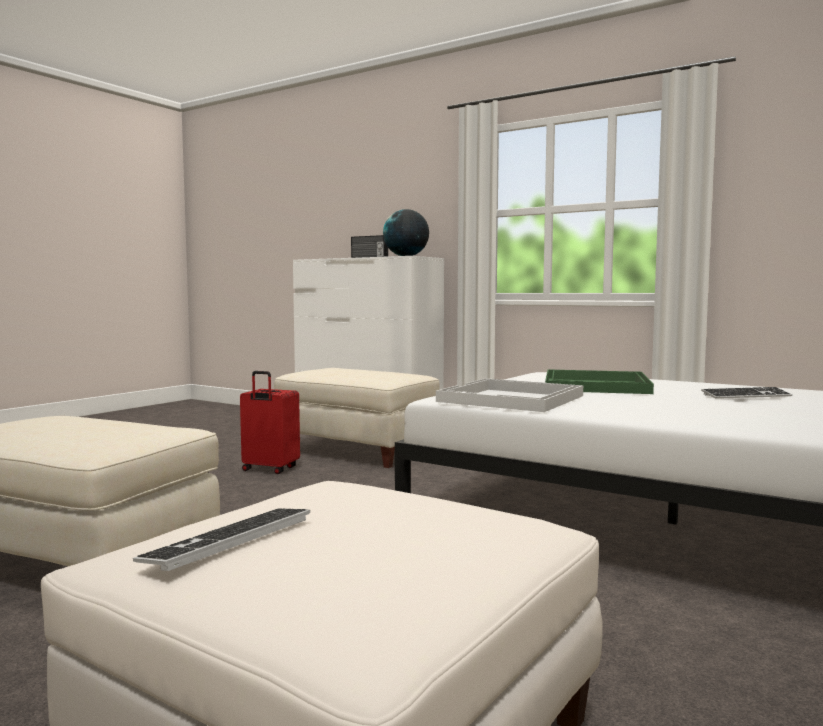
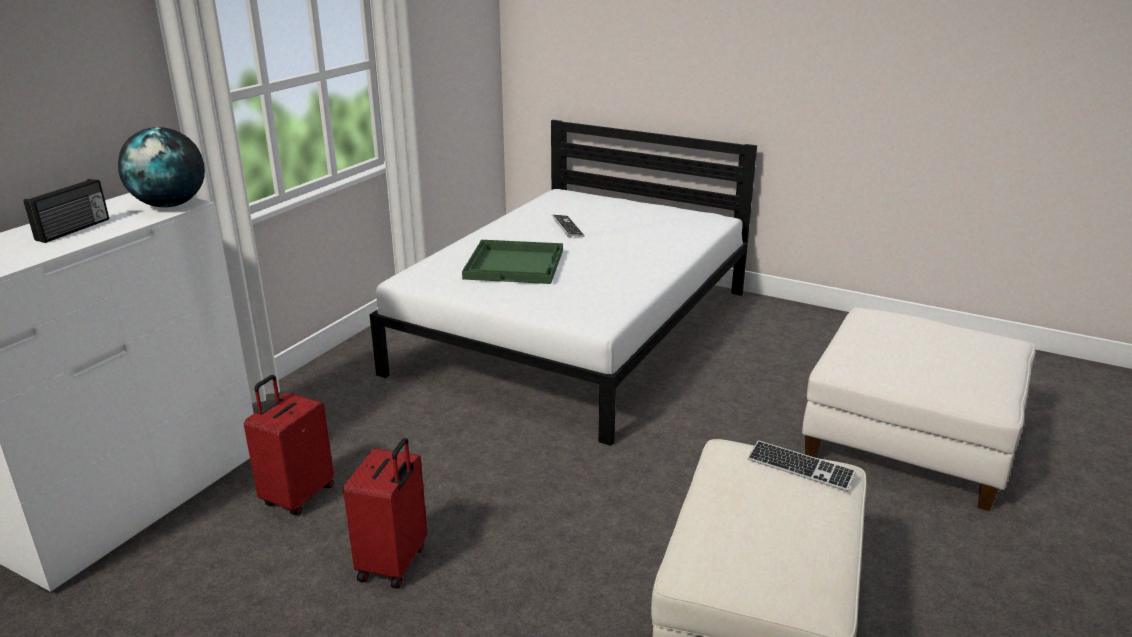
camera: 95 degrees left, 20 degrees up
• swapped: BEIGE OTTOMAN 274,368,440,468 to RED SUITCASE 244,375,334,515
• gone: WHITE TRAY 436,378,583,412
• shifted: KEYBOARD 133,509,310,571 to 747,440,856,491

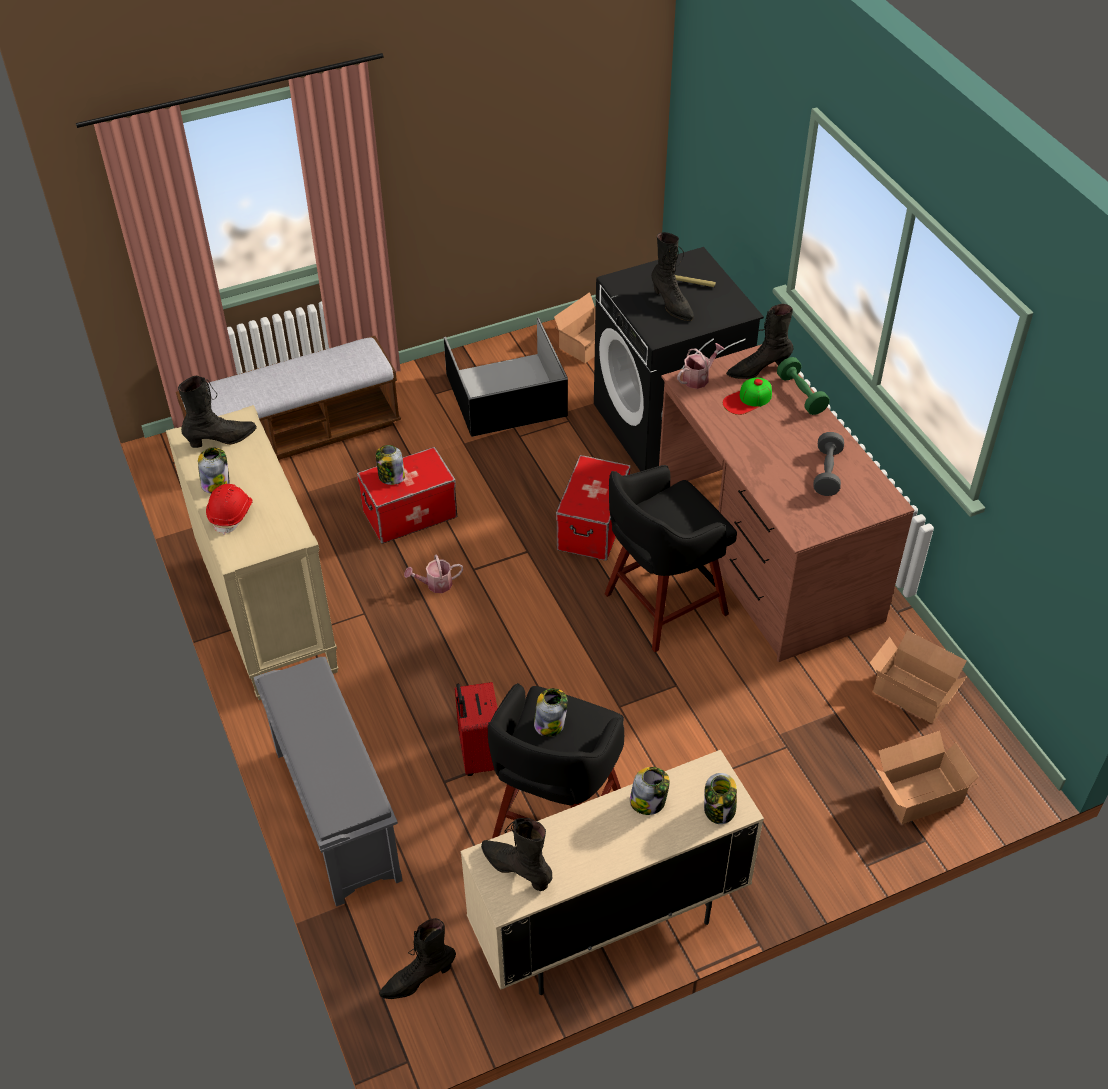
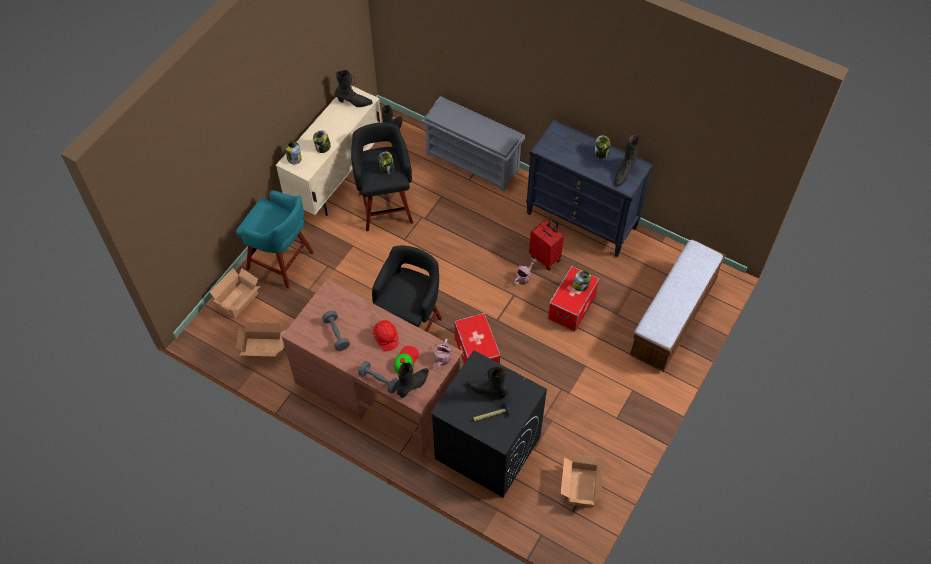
camera: 145 degrees right, 10 degrees up
• gone: BLACK STORAGE BOX 444,318,568,437
• repainted: GREEN DUMBBELL 777,357,830,415 to GREY DUMBBELL 358,361,399,394
• repainted: BEIGE DRESSER 166,405,339,700 to BLACK DRESSER 526,119,654,257
• shifted: RED HARD HAT 206,484,252,535 to 373,320,399,351
• shifted: RED SUITCASE 455,682,498,776 to 529,218,564,270
• new: TURQUOISE STOOL 236,190,314,288

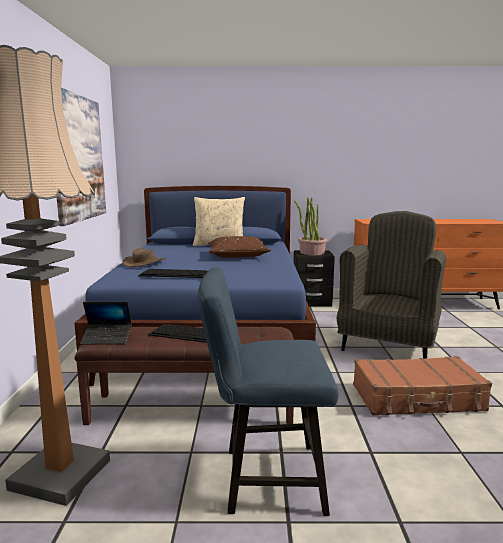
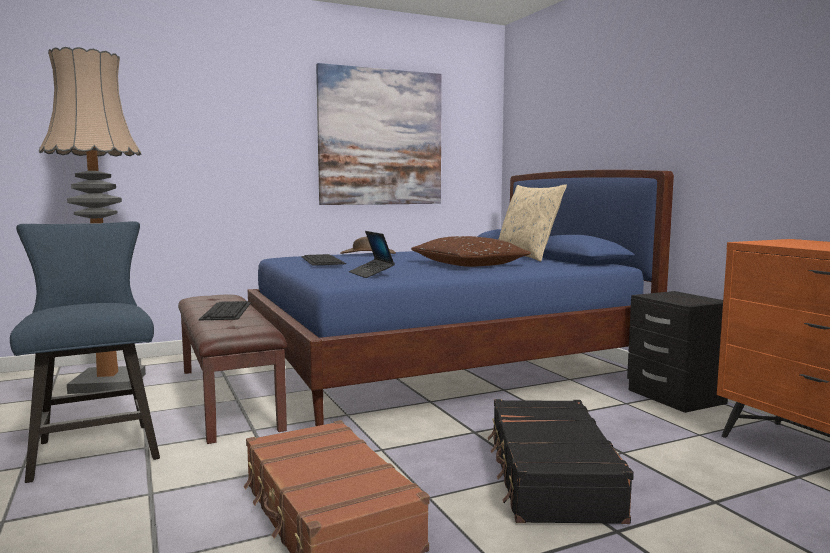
camera: 65 degrees right, 5 degrees down
• gone: POTTED PLANT 294,198,328,255
• swapped: GREY ARMCHAIR 337,211,447,359 to BLACK SUITCASE 488,399,634,524
• shifted: LAPTOP 80,302,132,344 to 349,231,395,278

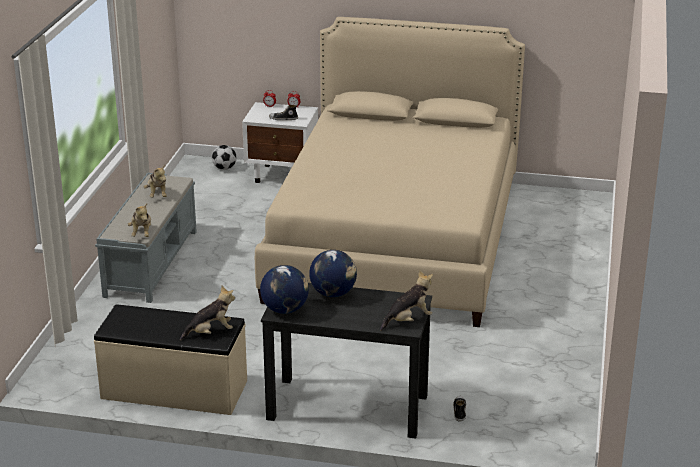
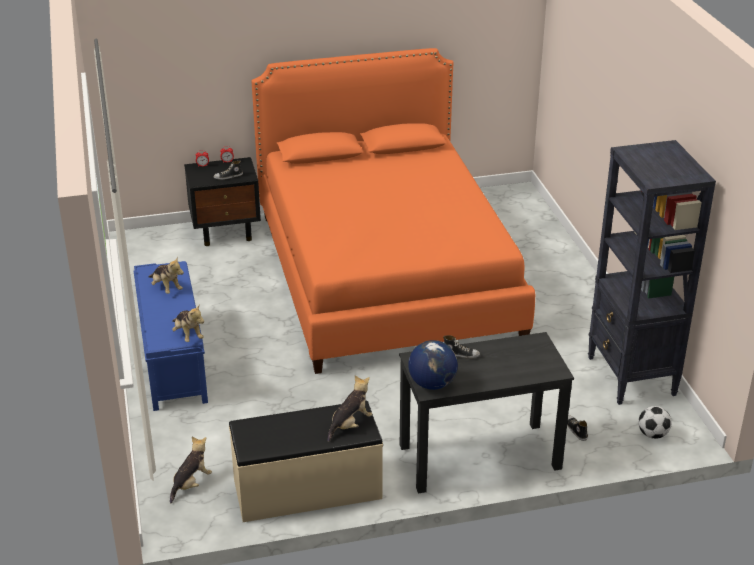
camera: 25 degrees left, 5 degrees up
• repainted: BEIGE BED 255,17,525,327 to ORANGE BED 252,48,535,374
• repainted: WHITE NIGHTSTAND 242,102,318,183 to BLACK NIGHTSTAND 184,157,261,246
• shifted: FOOTBALL 212,145,237,170 to 638,406,672,439
• repainted: GREY BENCH 95,173,197,303 to BLUE BENCH 134,261,208,411
• swapped: GLOBE 309,250,357,297 to SHOE 443,335,480,358
• shifted: PLUSH TOY 380,270,433,331 to 170,437,212,503
• new: BLACK BOOKCASE 588,140,716,405

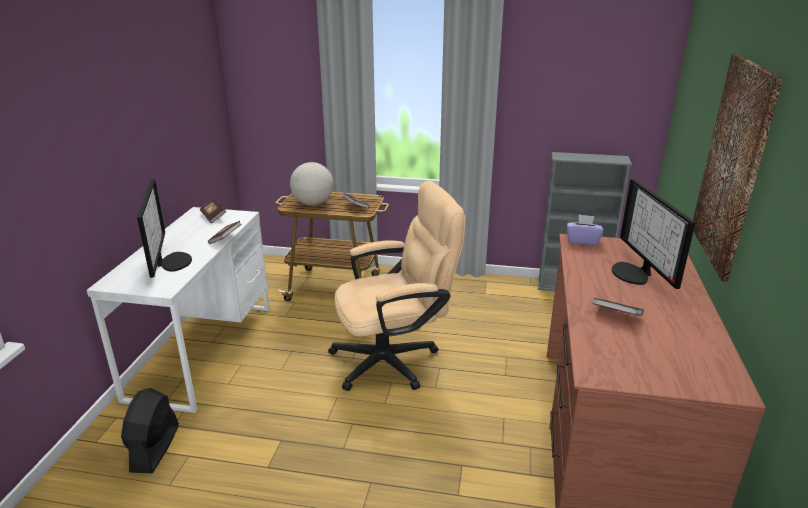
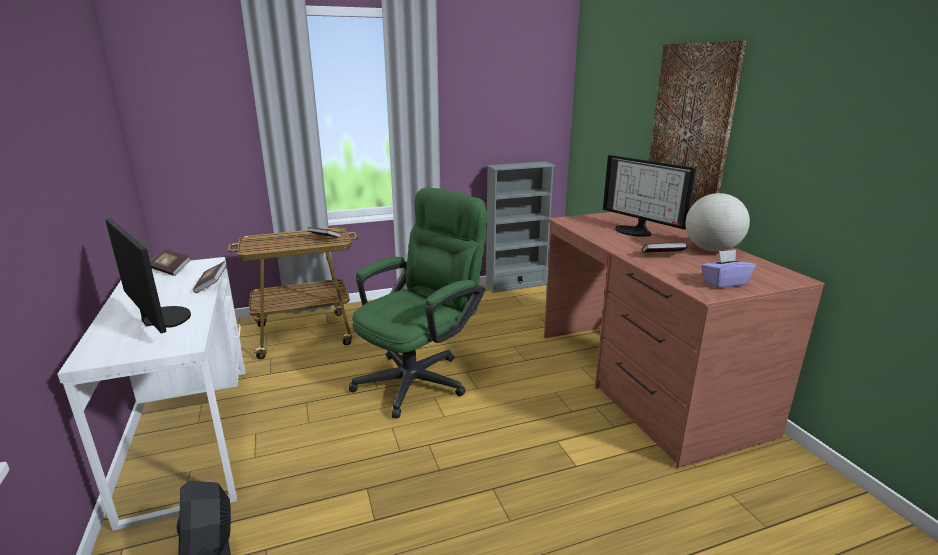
camera: 30 degrees left, 5 degrees down
• shifted: GLOBE 290,162,333,205 to 686,193,750,252
• repainted: BEIGE OFFICE CHAIR 328,181,465,391 to GREEN OFFICE CHAIR 349,188,487,418
• shifted: PURPLE TISSUE BOX 567,214,603,246 to 701,250,756,288

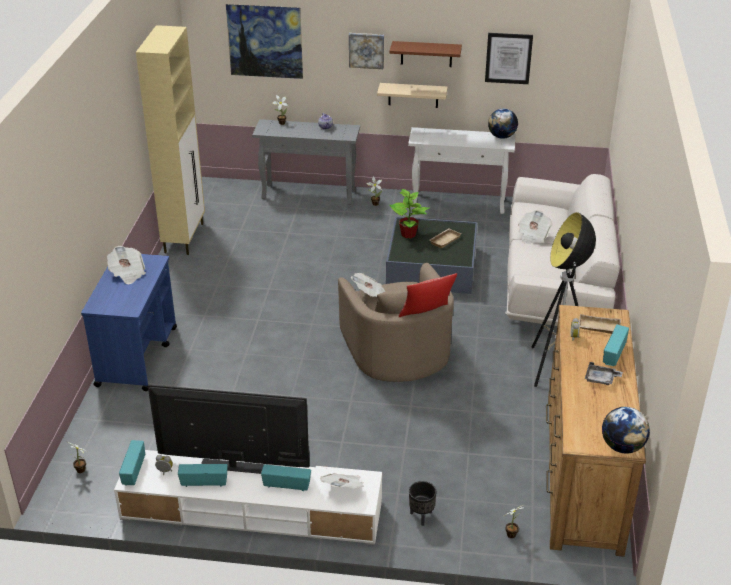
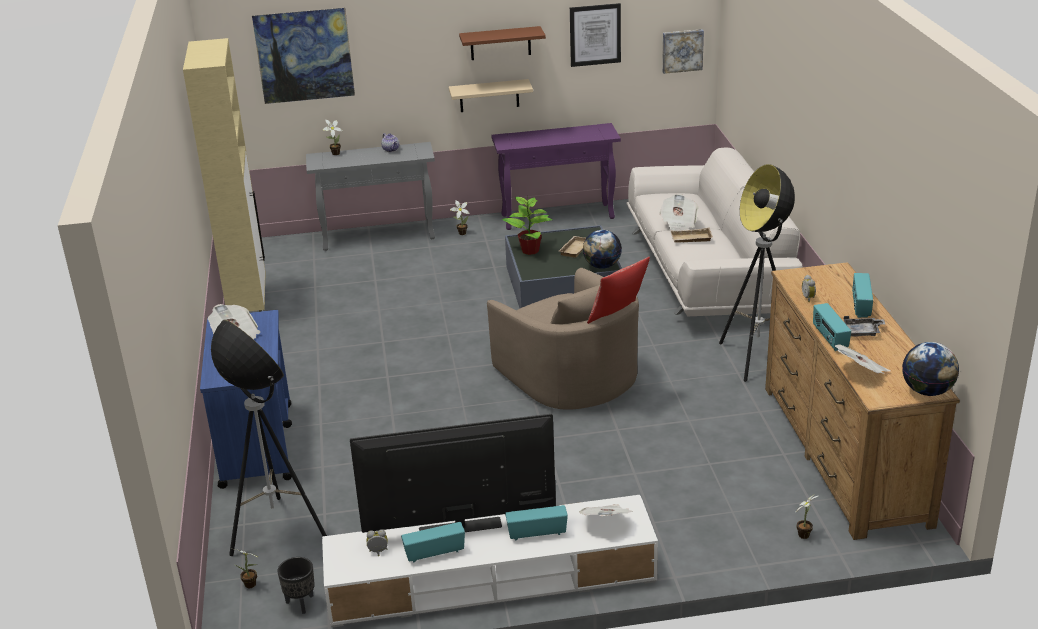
camera: 15 degrees left, 5 degrees down
• shifted: PICTURE 349,33,384,69 to 662,29,704,74
• shifted: GLOBE 488,108,518,139 to 583,230,622,269
• repainted: WHITE CONSOLE TABLE 408,127,515,214 to PURPLE CONSOLE TABLE 491,123,621,230
• shifted: NEWSPAPER 351,273,385,297 to 835,345,890,374
• shifted: BEIGE TRAY 579,314,621,334 to 671,228,712,242
• shifted: RADIO 119,440,145,485 to 813,303,851,351
• shifted: BLACK PLANTER 409,481,437,526 to 277,557,315,614
• new: FLOOR LAMP 211,320,327,556

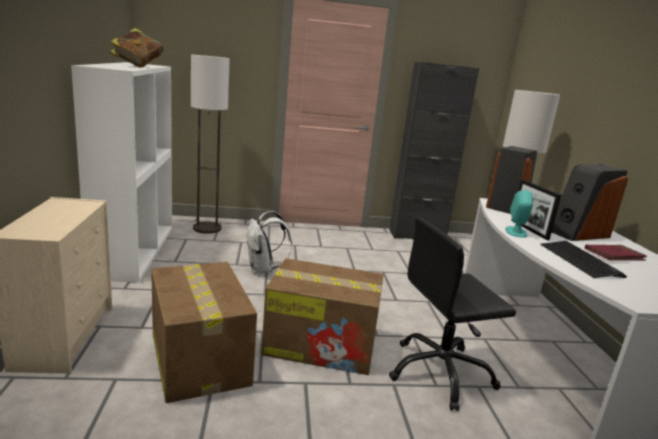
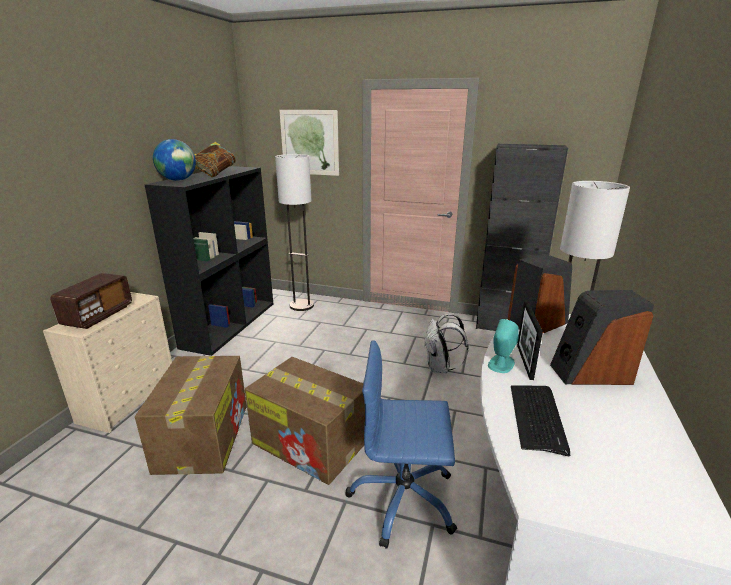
camera: 25 degrees right, 5 degrees up
• repainted: WHITE BOOKCASE 71,62,172,282 to BLACK BOOKCASE 145,166,273,356
• shifted: WHITE BACKPACK 246,211,292,273 to 425,313,468,373
• repainted: BLACK OFFICE CHAIR 389,217,516,411 to BLUE OFFICE CHAIR 345,340,457,549
• gone: RED BOOK 585,245,647,260
• new: PICTURE 279,110,339,176
• new: GLOBE 153,139,196,181
• new: RADIO 50,273,132,329

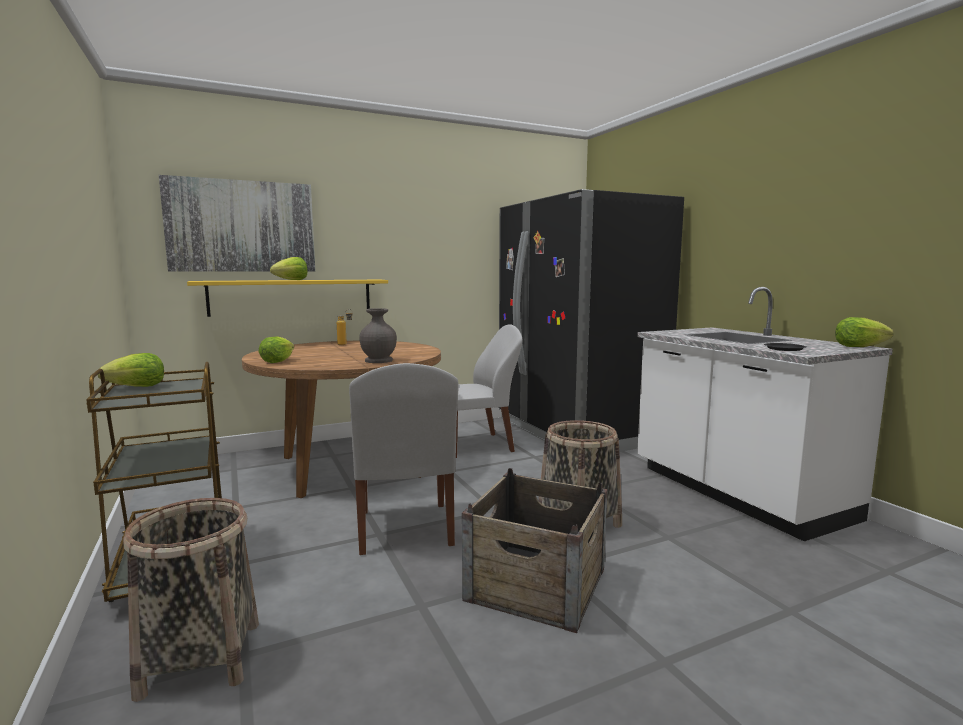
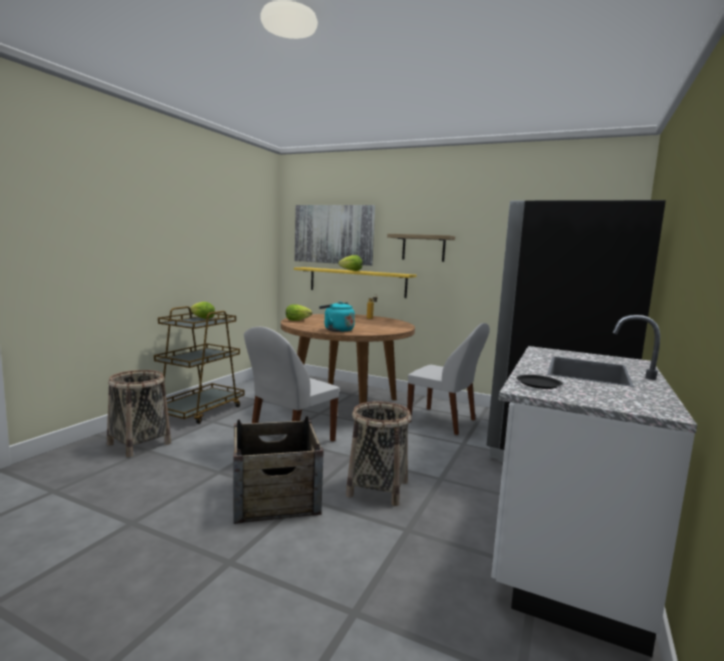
camera: 50 degrees right, 0 degrees up
• swapped: GREY VASE 359,308,397,363 to TURQUOISE KETTLE 319,301,355,332
• gone: LETTUCE 835,317,894,347
• new: SHELF 387,234,455,262

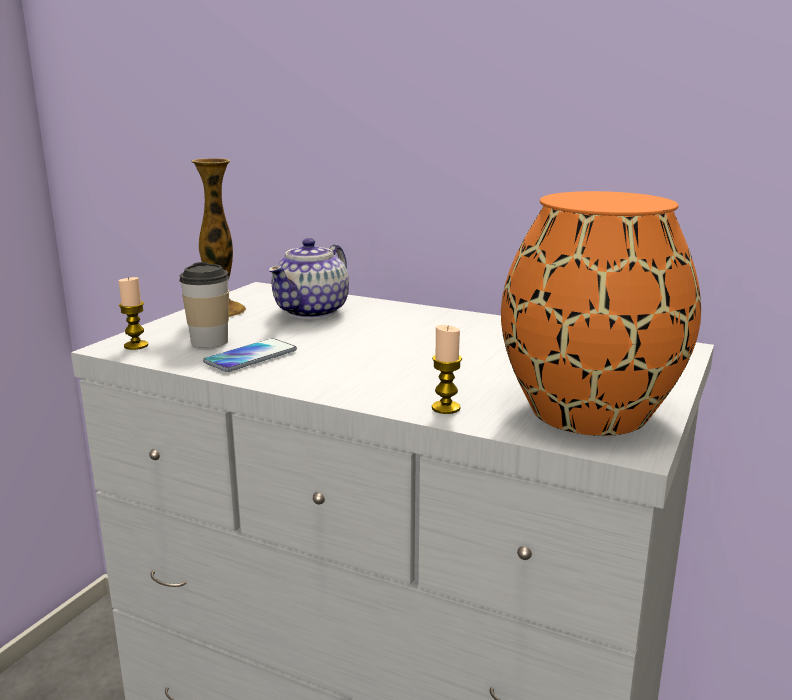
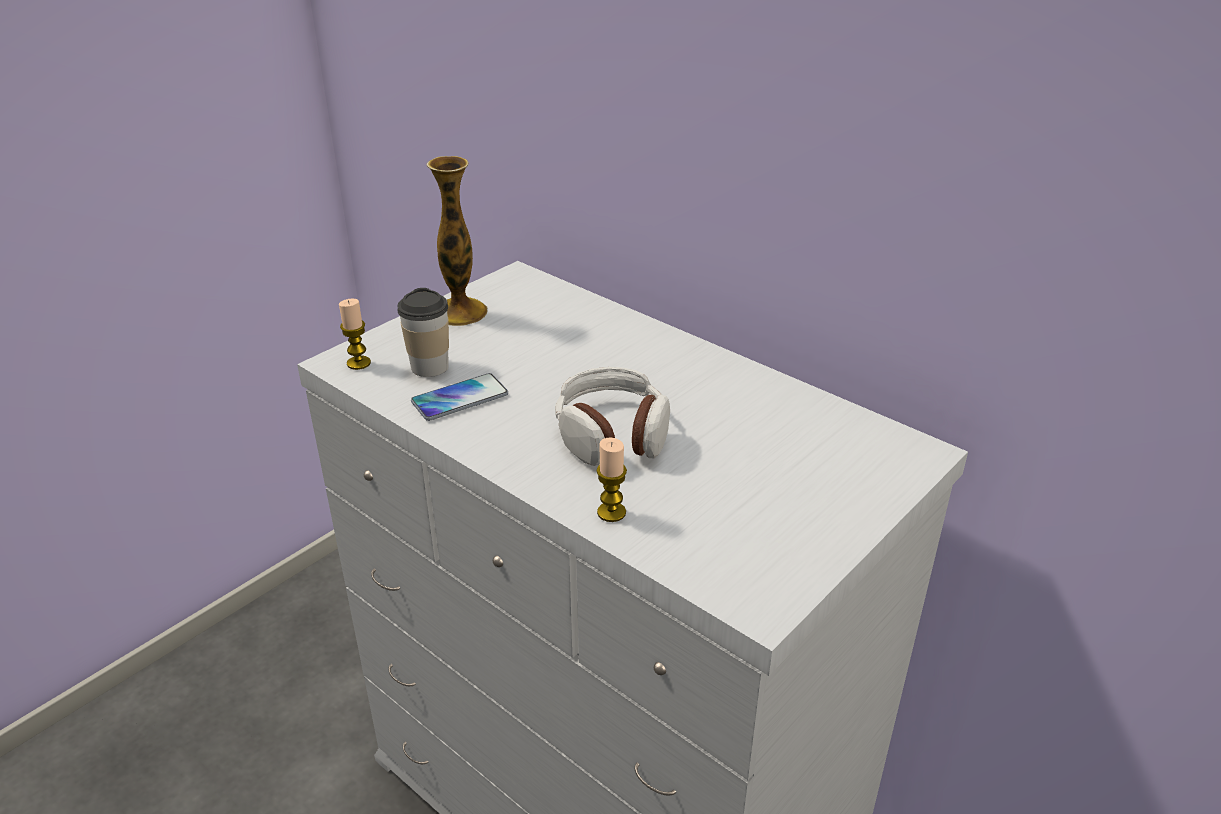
camera: 15 degrees right, 15 degrees up
• gone: ORANGE VASE 501,191,701,436
• gone: TEAPOT 268,238,349,319
• new: HEADPHONES 555,367,670,466

